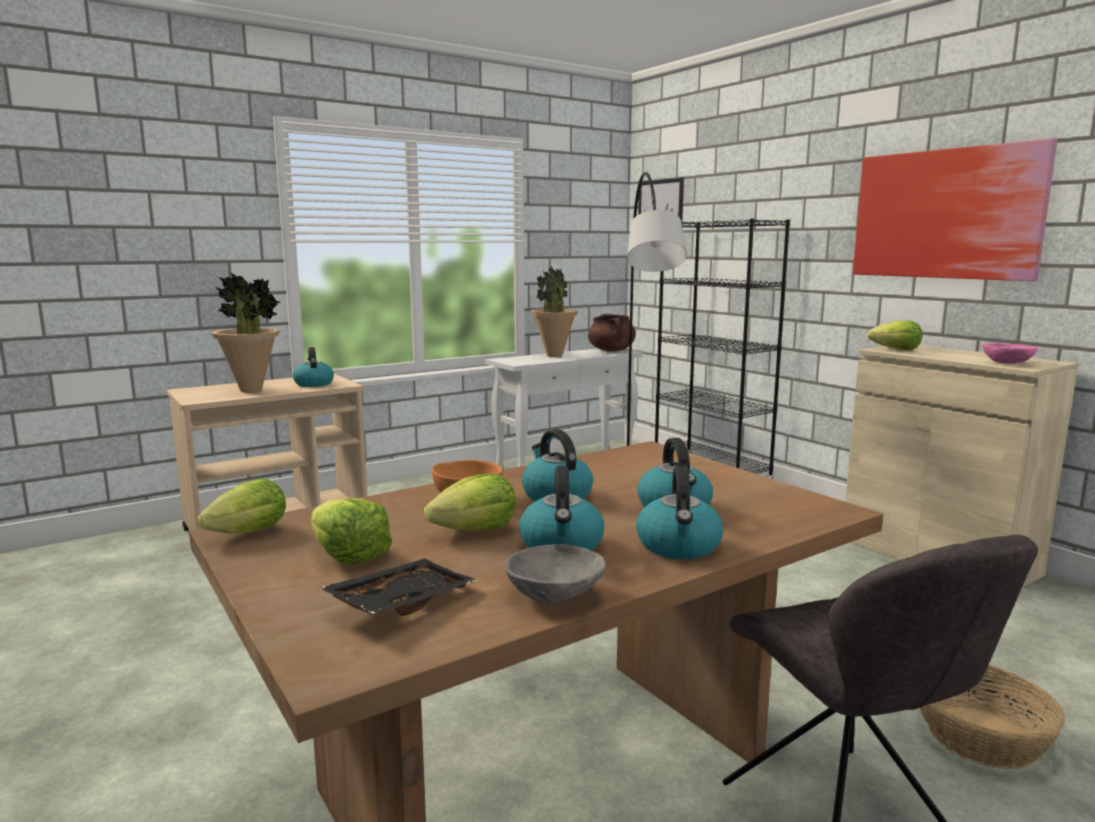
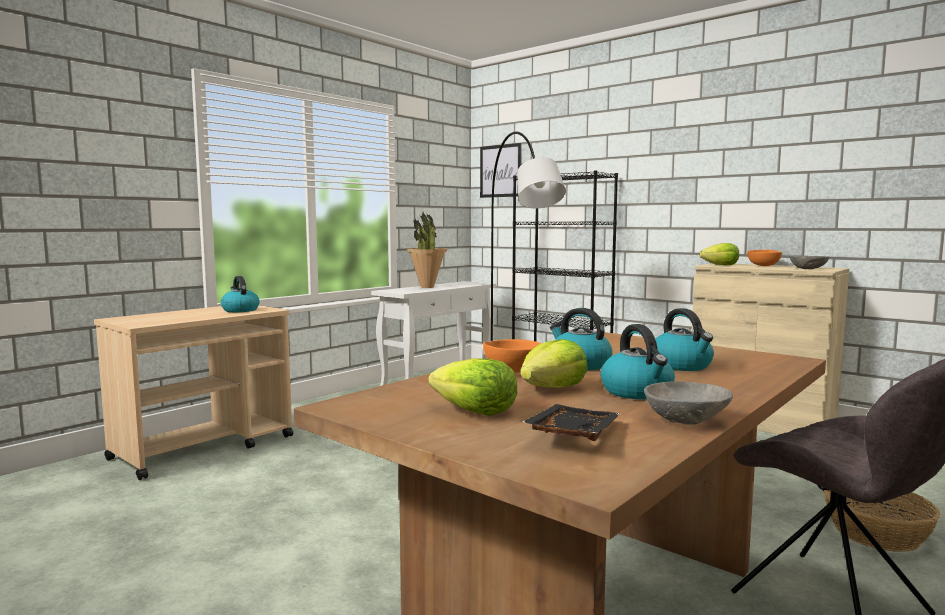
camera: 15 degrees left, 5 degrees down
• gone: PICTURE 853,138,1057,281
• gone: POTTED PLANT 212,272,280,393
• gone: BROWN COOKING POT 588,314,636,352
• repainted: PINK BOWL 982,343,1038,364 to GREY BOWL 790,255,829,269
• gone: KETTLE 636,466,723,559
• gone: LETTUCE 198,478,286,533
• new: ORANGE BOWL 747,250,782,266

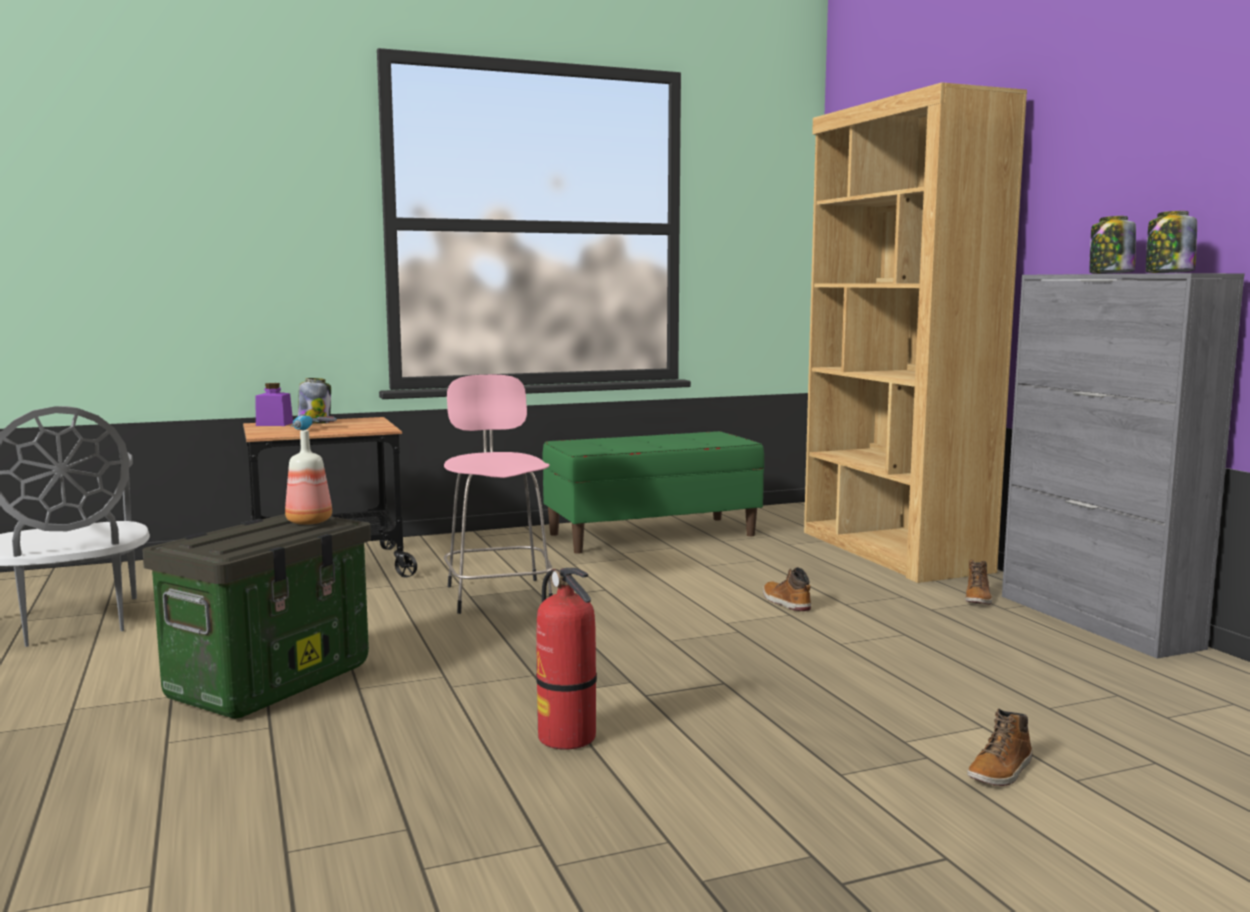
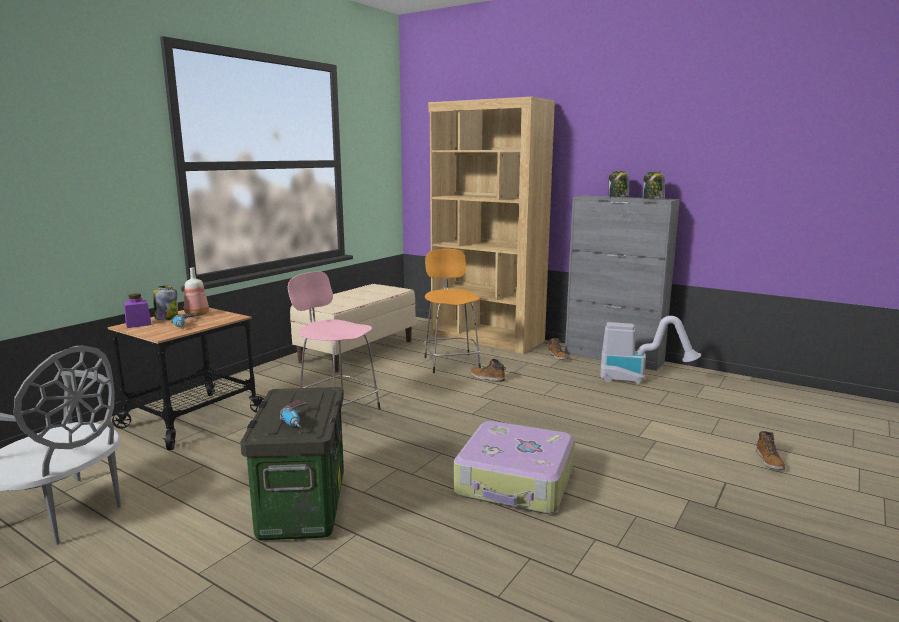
camera: 35 degrees left, 5 degrees up
• shifted: BOTTLE 285,430,332,525 to 184,267,209,316
• repainted: GREEN BENCH 543,431,764,554 to BEIGE BENCH 290,284,416,373
• swapped: FIRE EXTINGUISHER 536,568,597,750 to SUITCASE 454,421,575,514
• shifted: BOOT 967,708,1032,786 to 756,431,785,470
• new: ORANGE STOOL 423,249,481,373
• new: VACUUM CLEANER 600,316,701,384
• new: POWER DRILL 280,401,307,428

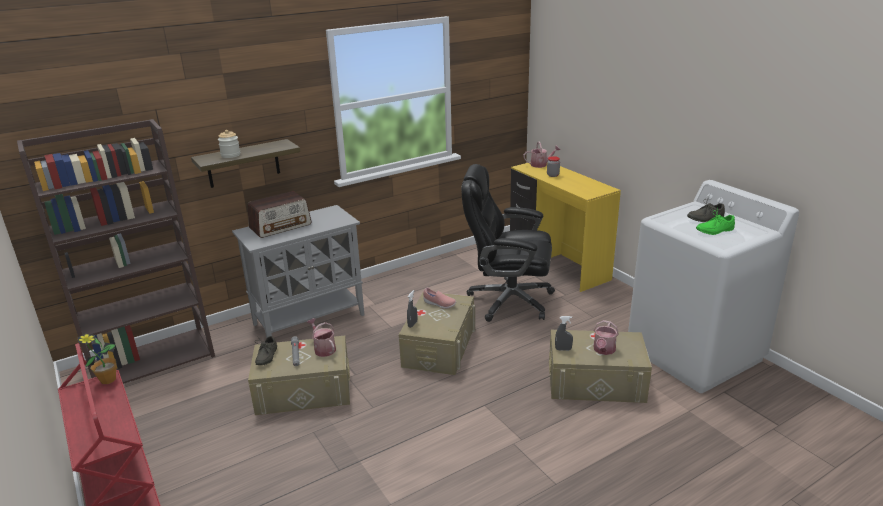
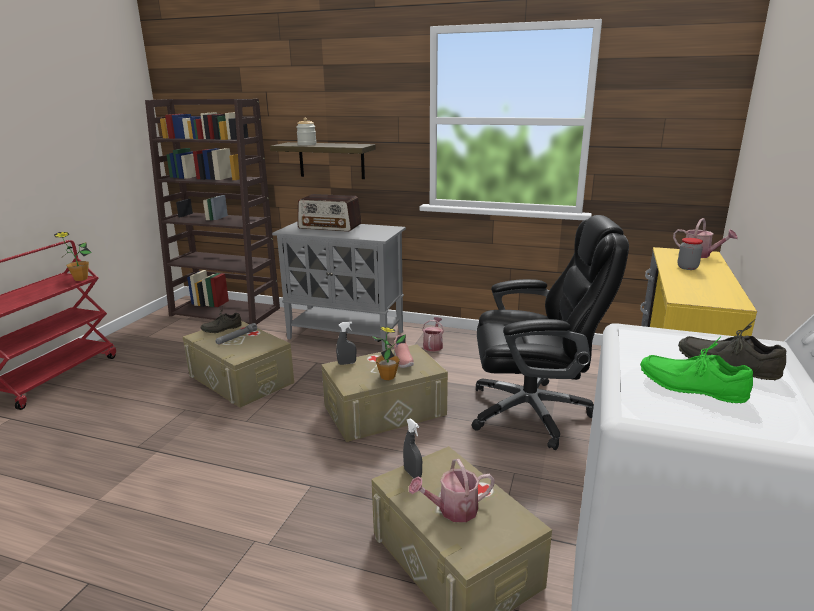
camera: 50 degrees right, 5 degrees down
• rotated: BLACK OFFICE CHAIR 461,164,555,322 = 471,215,629,450 120 degrees clockwise
• shifted: WATERING CAN 307,318,336,357 to 422,317,444,352
• new: POTTED PLANT 372,327,406,380

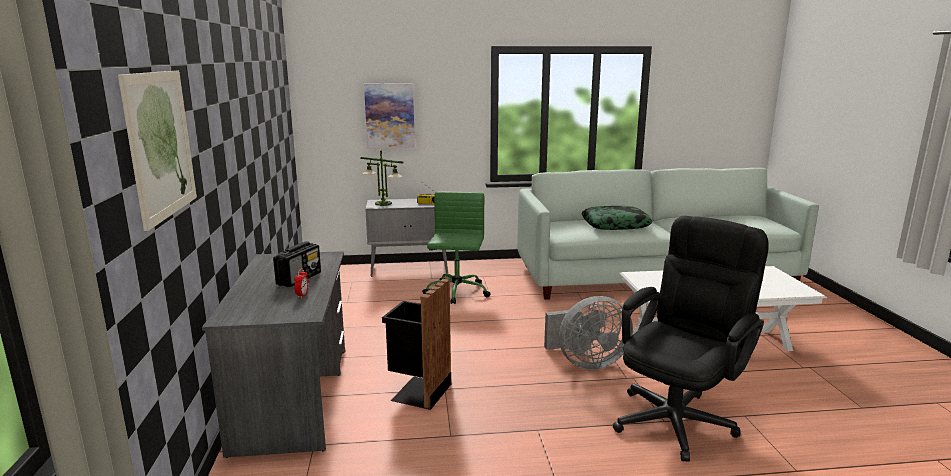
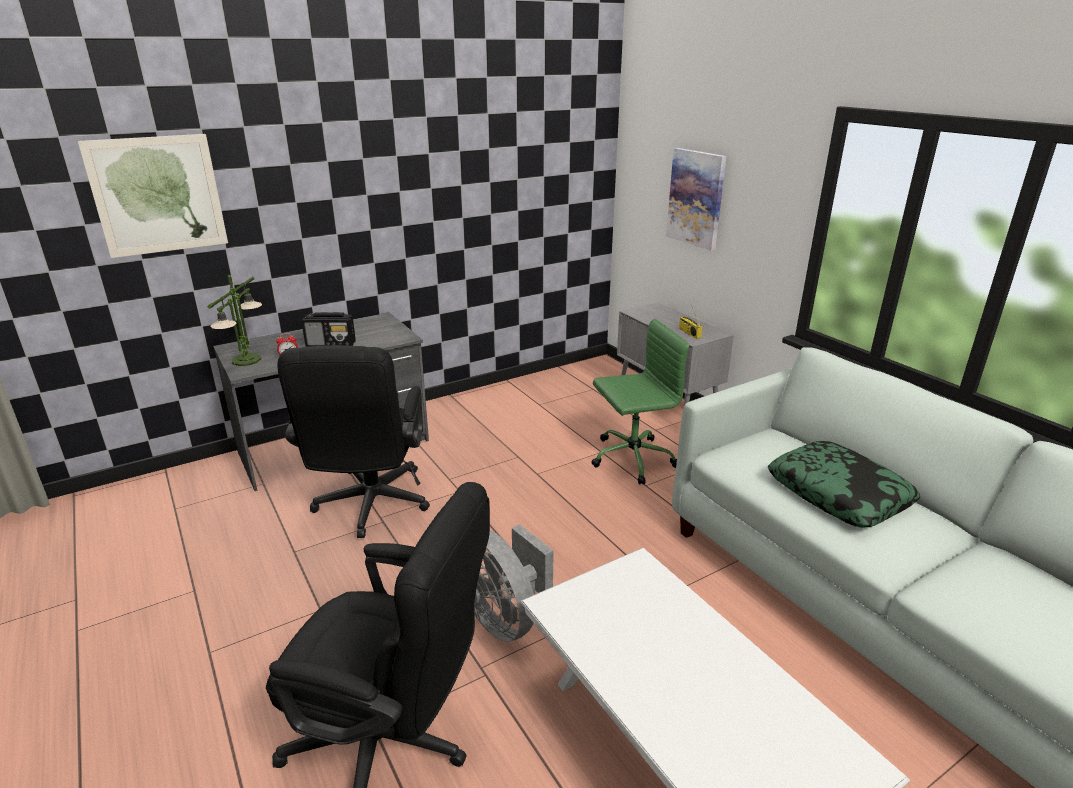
camera: 65 degrees right, 10 degrees up
• shifted: TABLE LAMP 360,150,404,206 to 208,274,262,366
• swapped: BLACK TRASH CAN 382,279,451,410 to BLACK OFFICE CHAIR 277,345,430,538

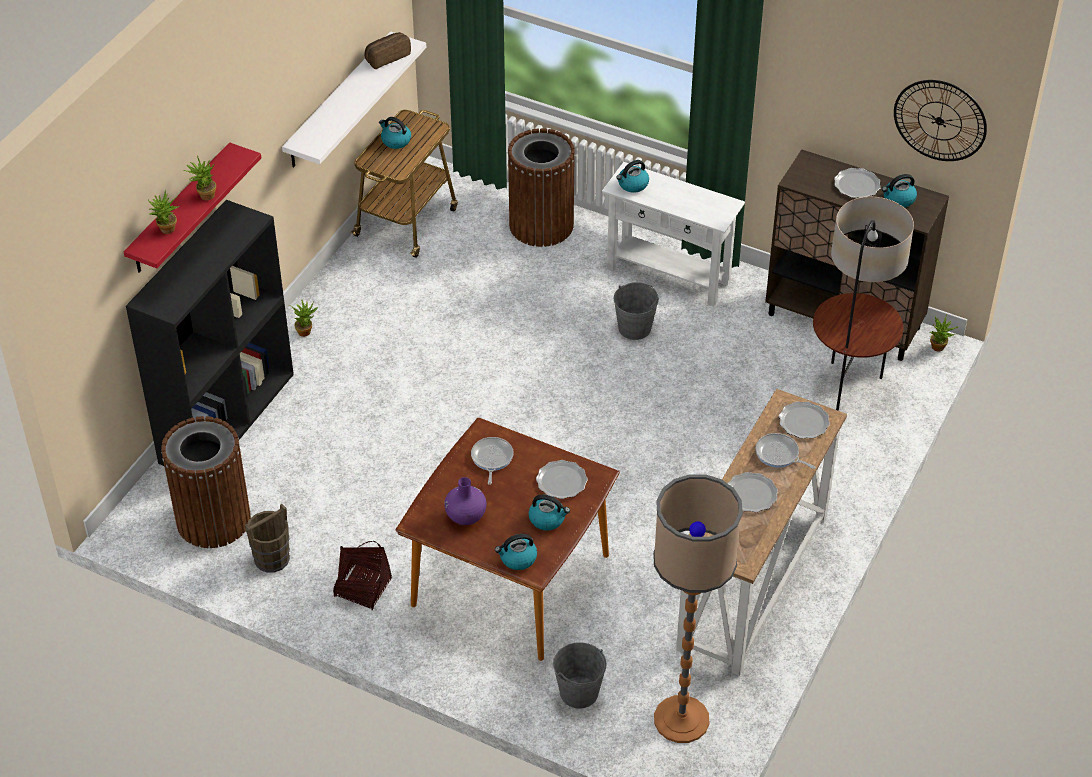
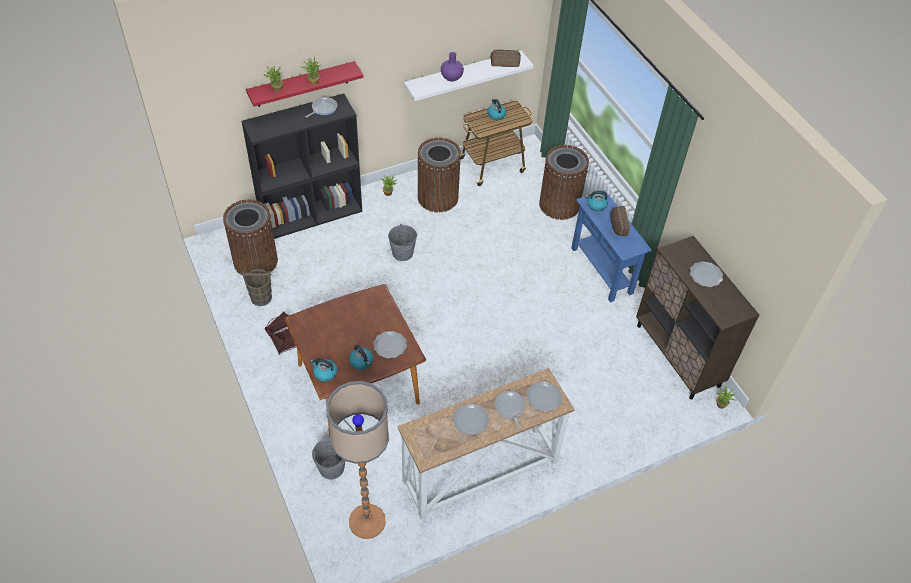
camera: 35 degrees right, 5 degrees up
• gone: WALL CLOCK 894,80,987,161
• repainted: WHITE CONSOLE TABLE 602,162,745,306 to BLUE CONSOLE TABLE 571,190,652,303
• gone: KETTLE 882,174,917,208
• gone: FLOOR LAMP 813,197,914,411
• shifted: GREY BUCKET 613,282,659,340 to 388,224,418,261
• shifted: FRYING PAN 471,437,514,485 to 306,97,337,118
• shifted: PURPLE VASE 444,477,487,525 to 441,52,464,82
• new: BROWN TRASH CAN 418,137,461,212
• new: BREAD 610,206,630,236

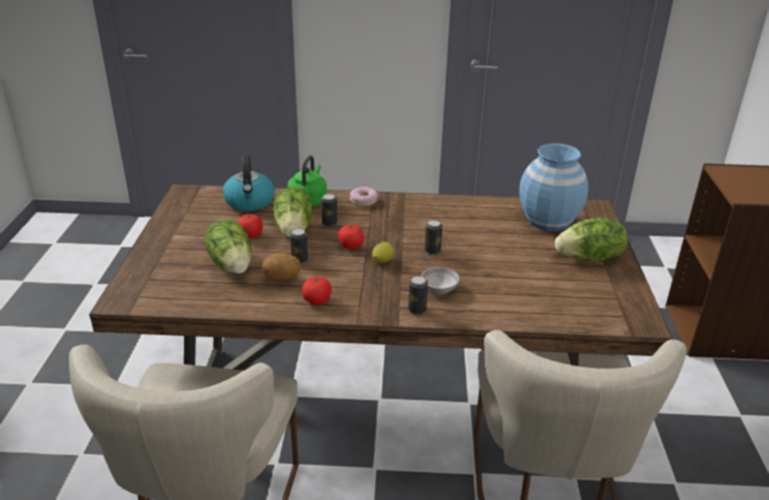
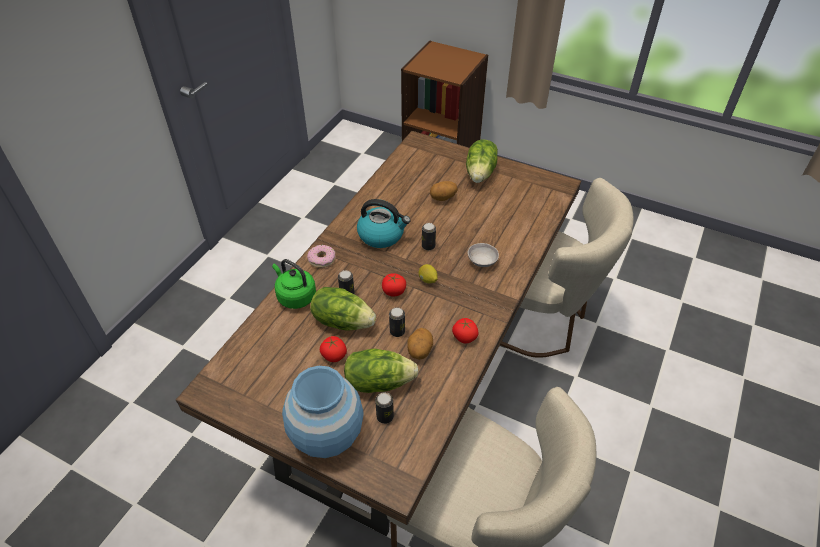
camera: 65 degrees left, 15 degrees up
• shifted: BLUE VASE 519,143,588,231 to 282,366,364,458
• shifted: KETTLE 223,155,275,211 to 357,199,411,248
• shifted: CAN 408,276,428,315 to 375,392,394,424
• new: POTATO 430,181,458,201

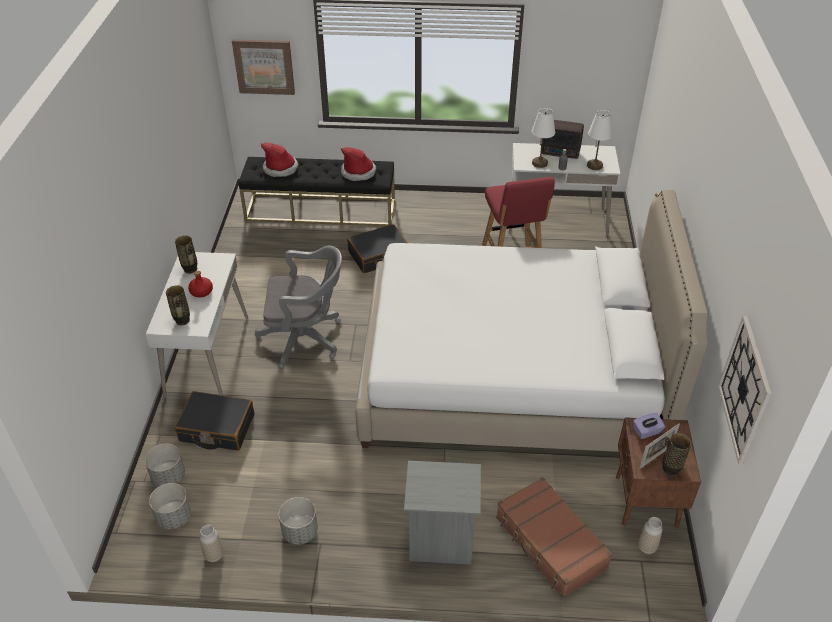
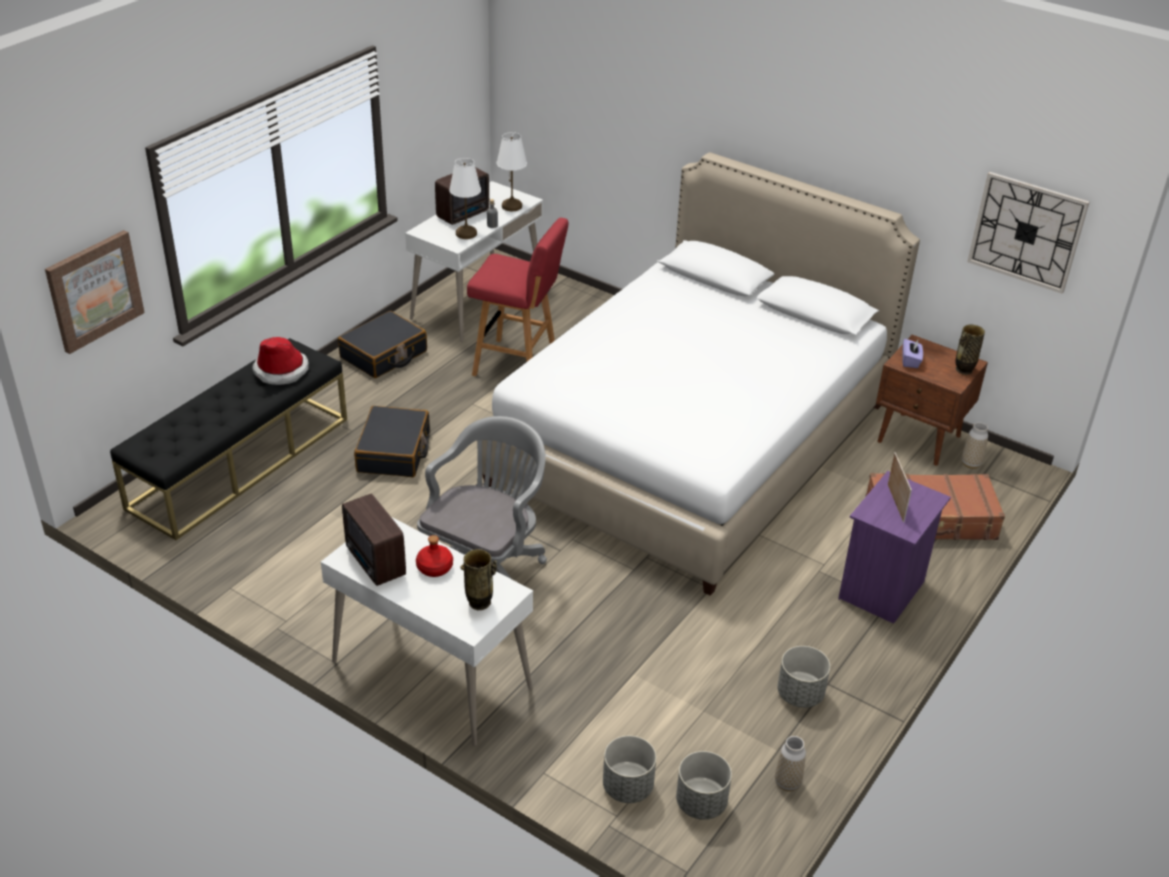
camera: 60 degrees left, 5 degrees down
• gone: HAT 261,143,299,177
• swapped: VASE 175,236,197,274 to RADIO 342,494,406,586
• shifted: BLACK SUITCASE 175,391,254,451 to 338,311,427,378
• shifted: PICTURE FRAME 640,423,680,468 to 888,452,912,523
• repainted: GREY NIGHTSTAND 404,461,481,564 to PURPLE NIGHTSTAND 838,471,951,624

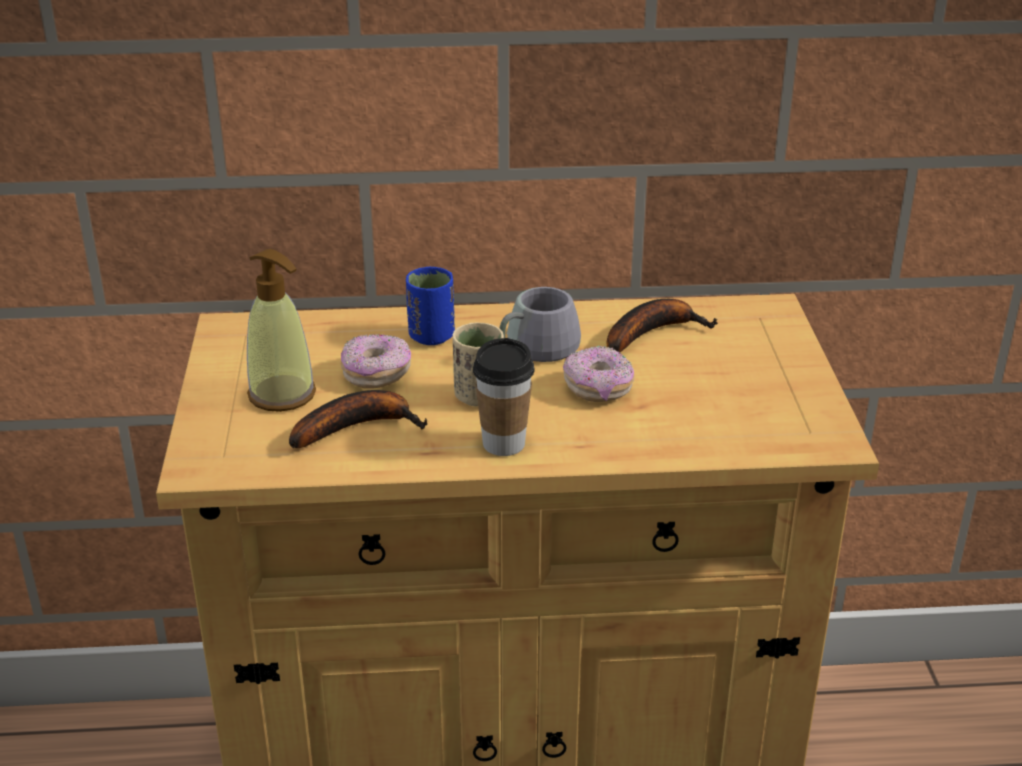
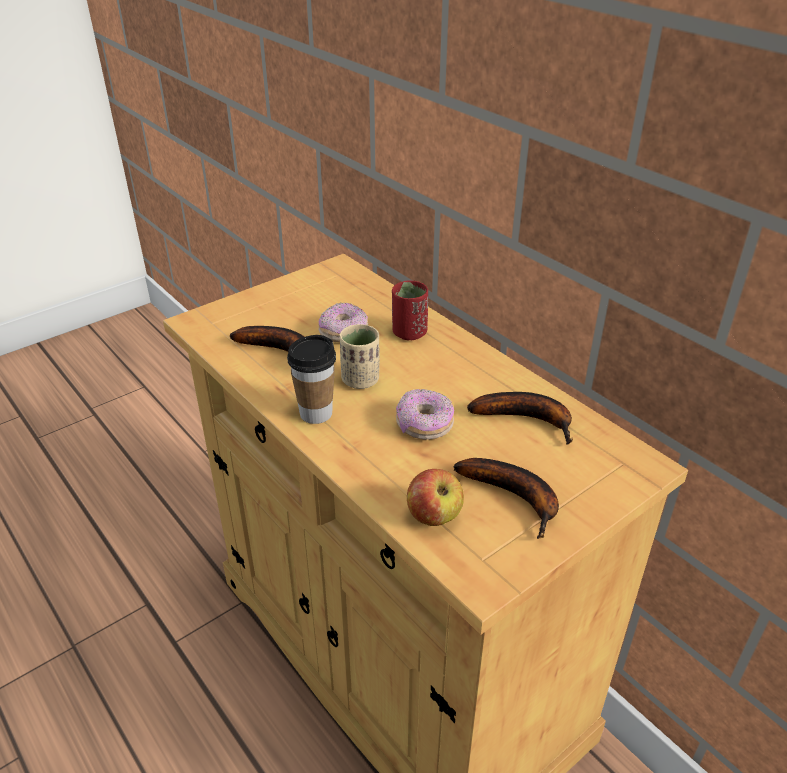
camera: 55 degrees right, 5 degrees up
• gone: SOAP DISPENSER 247,249,316,412
• repainted: BLUE CUP 406,267,455,345 to RED CUP 392,281,428,340
• gone: GREY MUG 500,287,581,362
• new: BANANA 454,458,559,539
• new: APPLE 407,469,464,526

